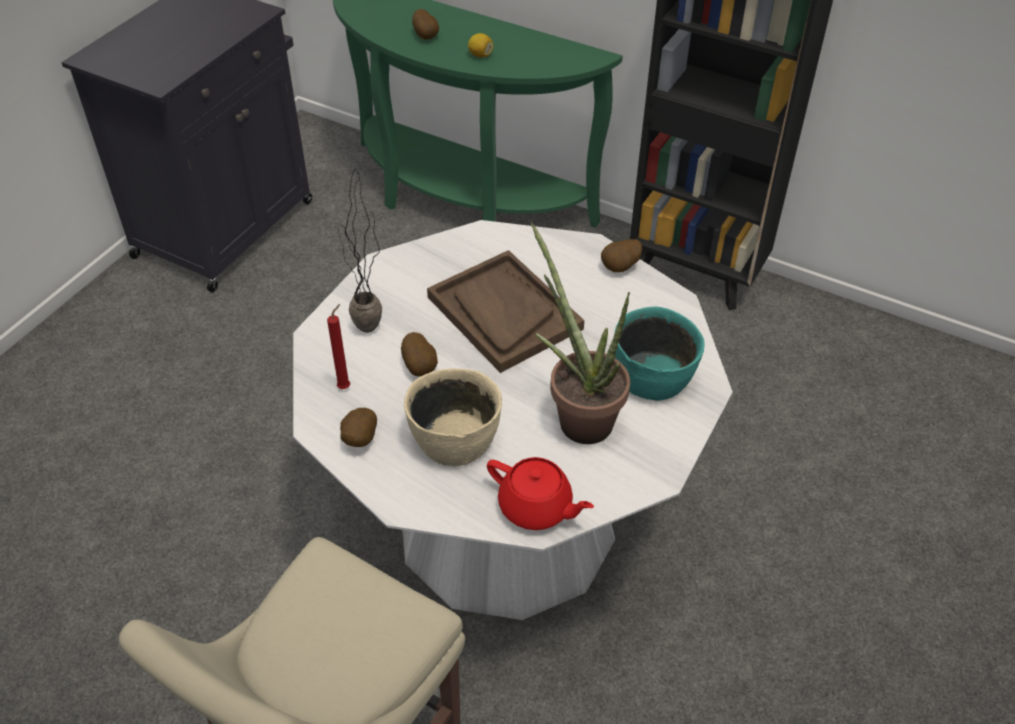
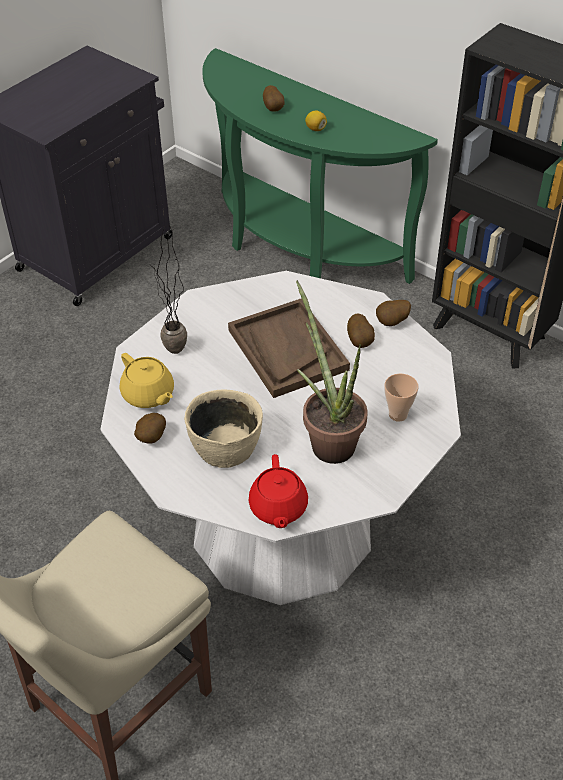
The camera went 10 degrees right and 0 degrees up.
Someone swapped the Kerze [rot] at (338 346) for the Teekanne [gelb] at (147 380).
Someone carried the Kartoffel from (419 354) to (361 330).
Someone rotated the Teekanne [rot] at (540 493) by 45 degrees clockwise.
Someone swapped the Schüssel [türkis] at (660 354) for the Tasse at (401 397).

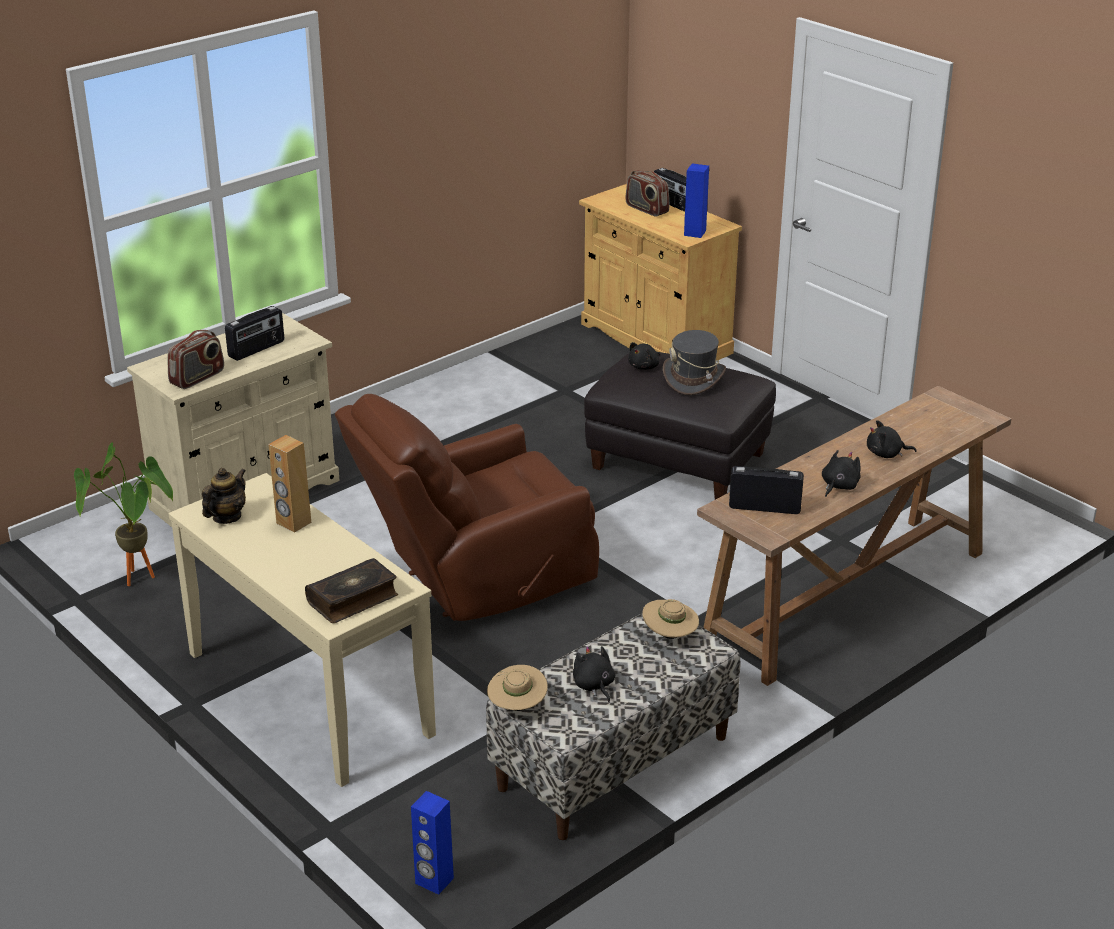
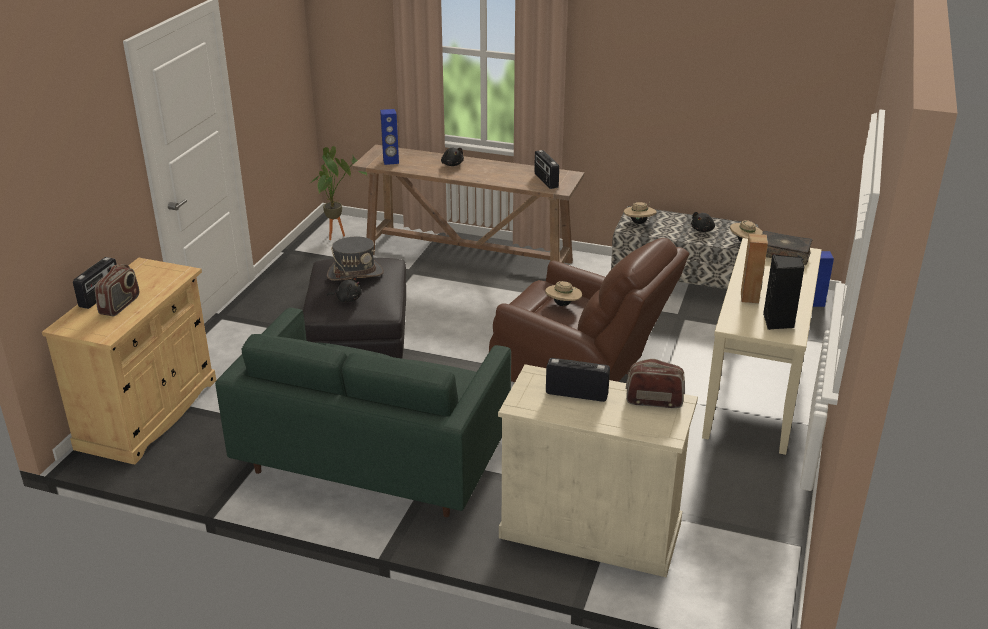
The camera went 120 degrees left and 0 degrees up.
Someone carried the Topfpflanze from (123 514) to (338 193).
Someone swapped the Teekanne at (224 496) for the Lautsprecher [schwarz] at (784 292).
Someone carried the Lautsprecher [blau] from (696 200) to (389 137).
Someone took away the Plüschtier [schwarz] at (841 473).
Someone put down the Sofa [grün] at (363 412).
Someone put down the Hut [beige] at (563 293).

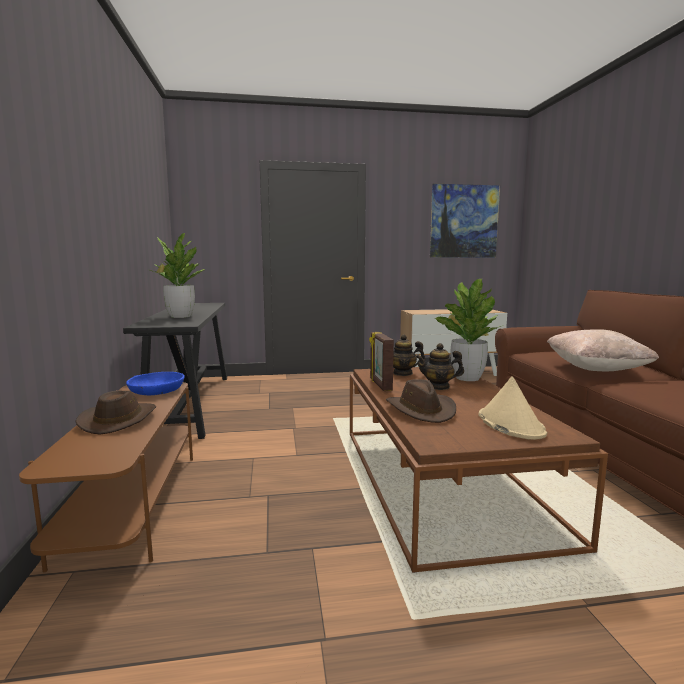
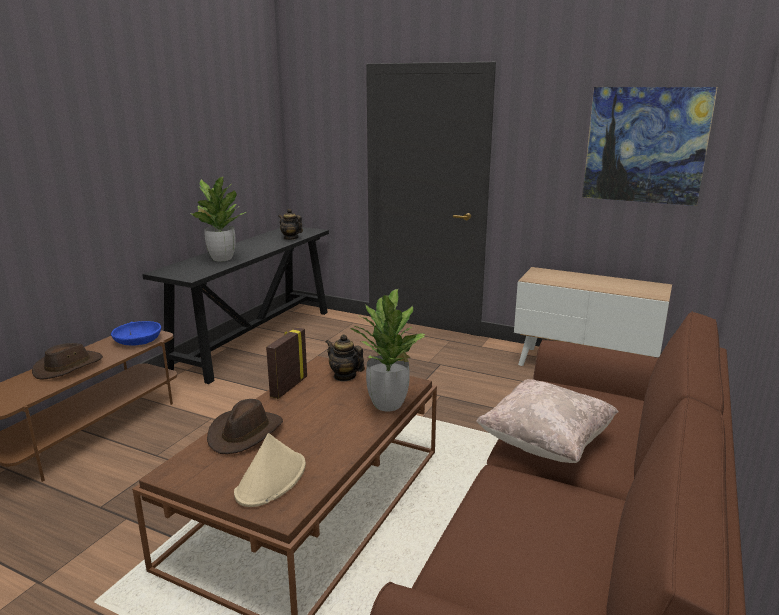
The camera went 35 degrees right and 10 degrees up.
Someone carried the Teekanne from (440 366) to (291 224).

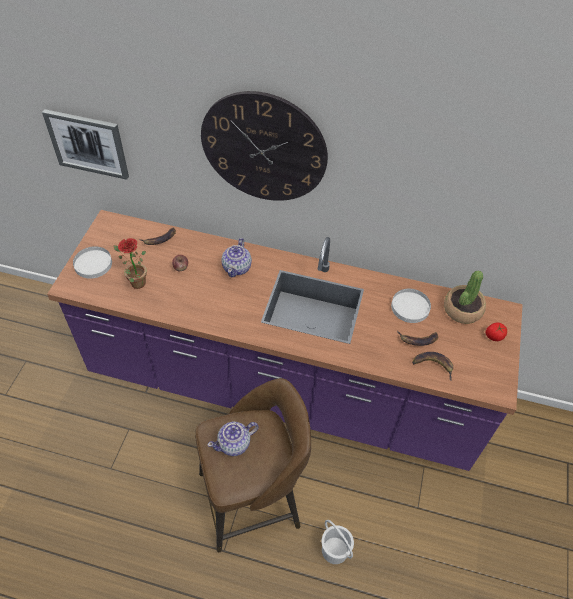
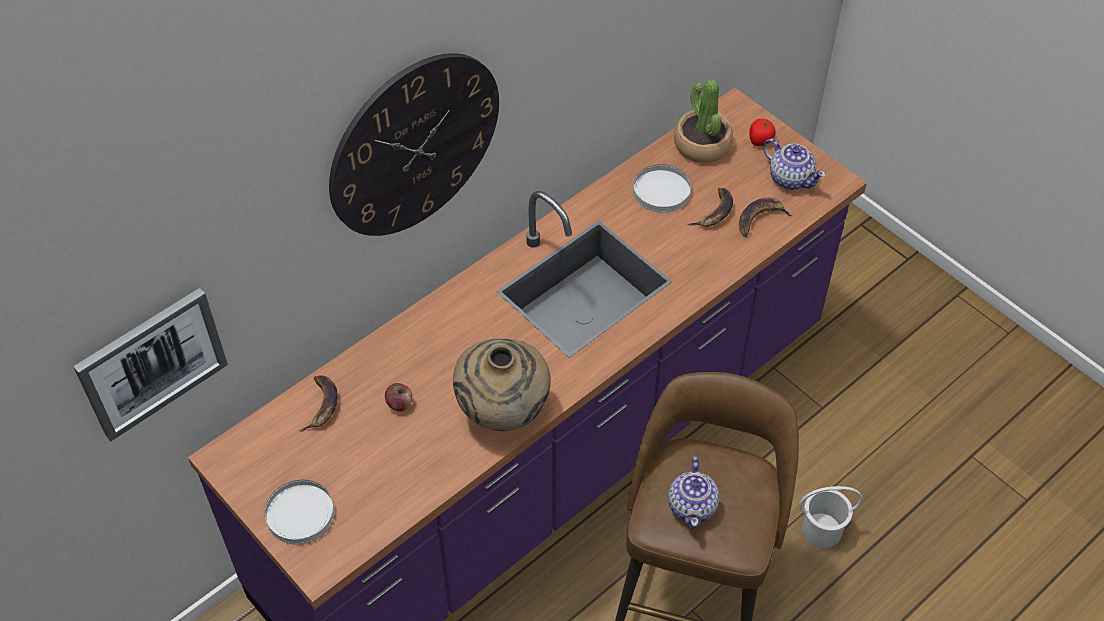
The camera went 55 degrees left and 0 degrees up.
Someone took away the Topfpflanze at (130 263).
Someone carried the Teekanne from (236 257) to (794 164).
Someone put down the Vase [beige] at (502 385).

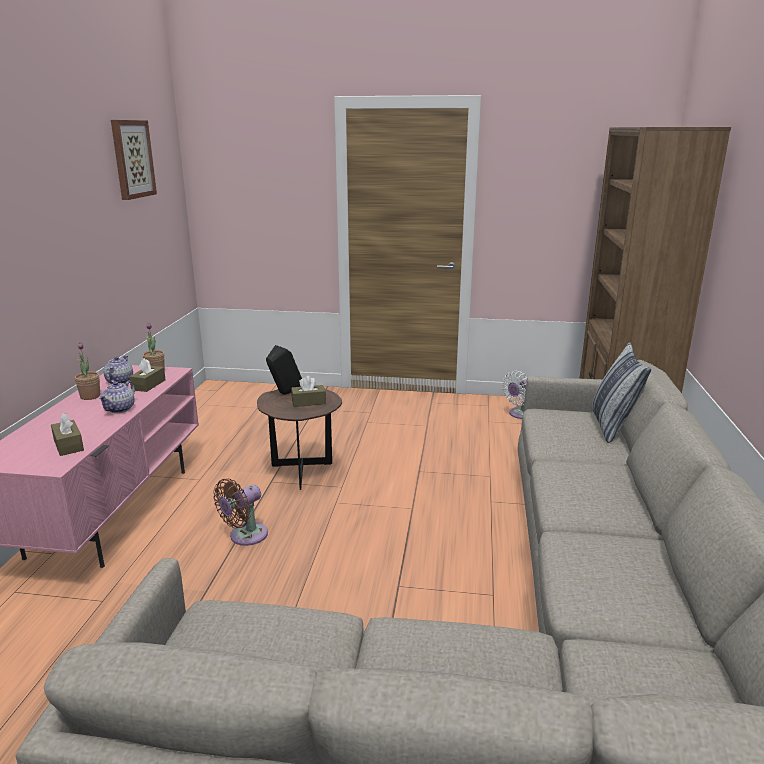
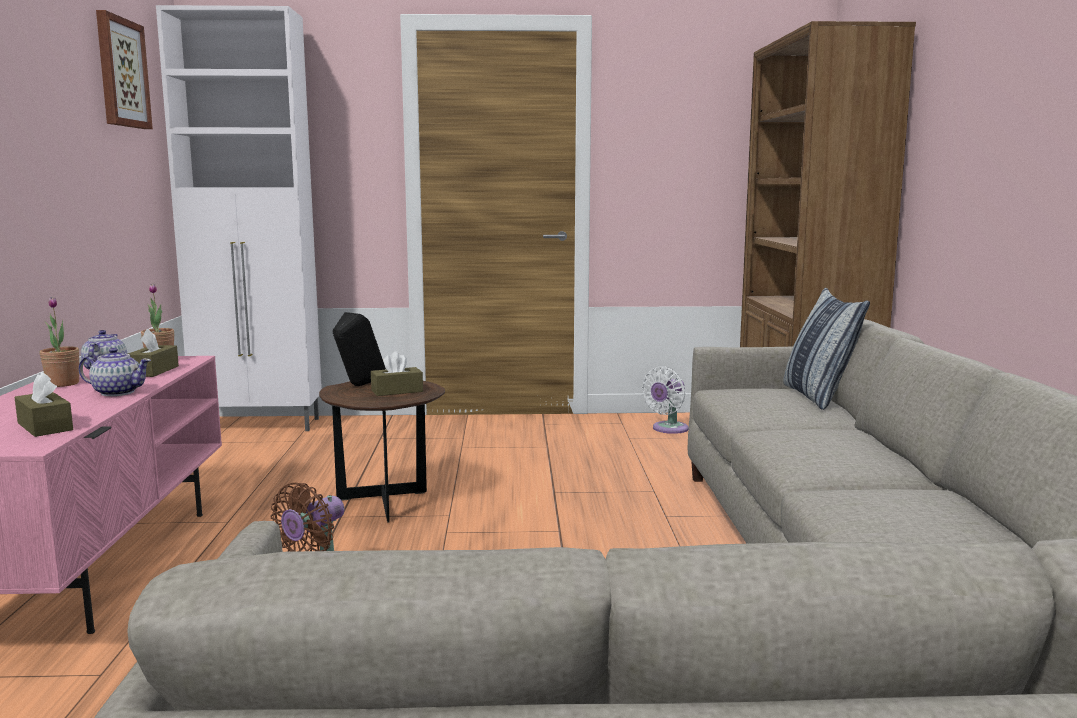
The camera went 10 degrees left and 10 degrees down.
Someone rotated the Teekanne at (116 396) by 90 degrees counterclockwise.
Someone put down the Schrank [weiß] at (239 218).

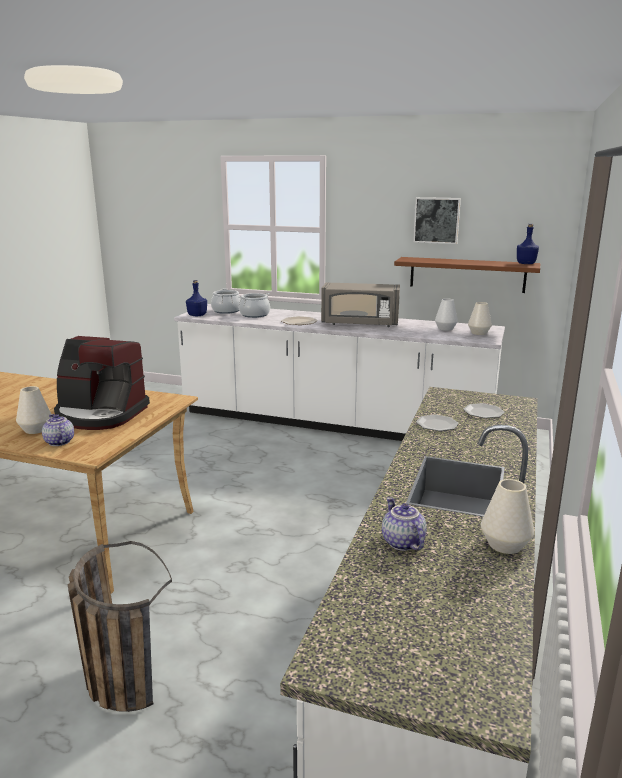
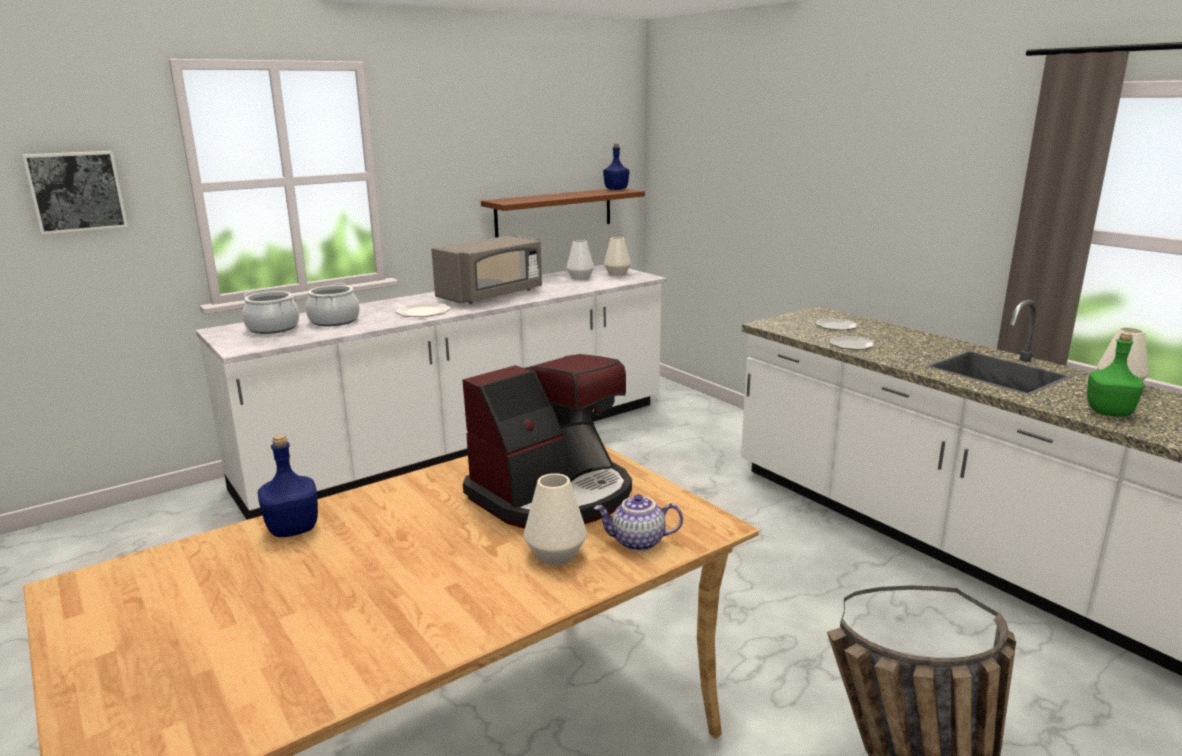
The camera went 55 degrees left and 0 degrees up.
Someone carried the Flasche [blau] from (196 298) to (288 486).
Someone swapped the Teekanne at (404 524) for the Flasche [grün] at (1115 375).
Someone carried the Bild from (437 220) to (75 192).

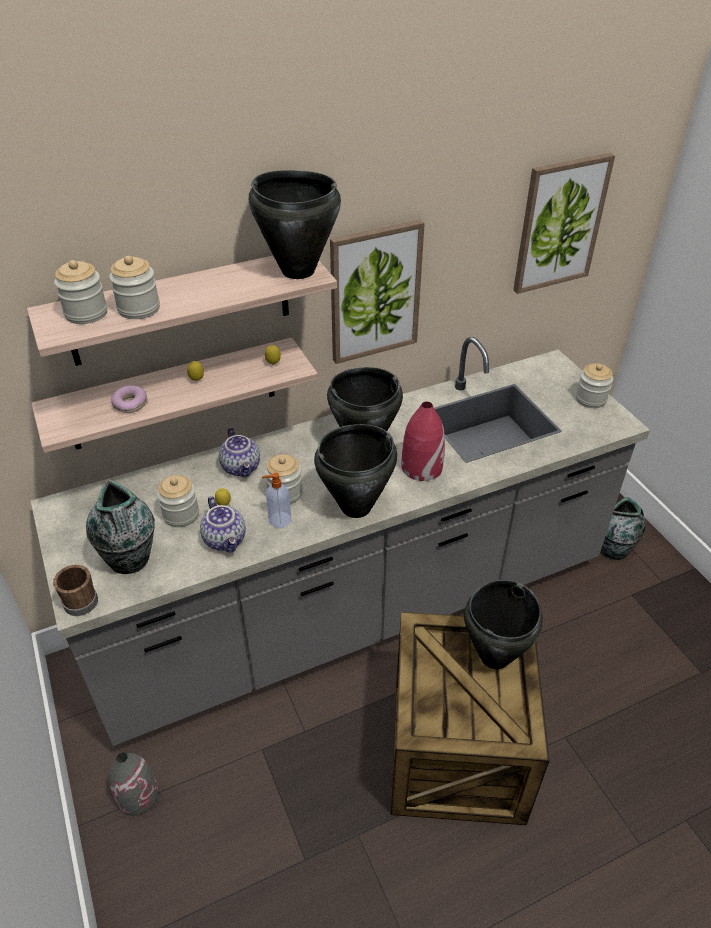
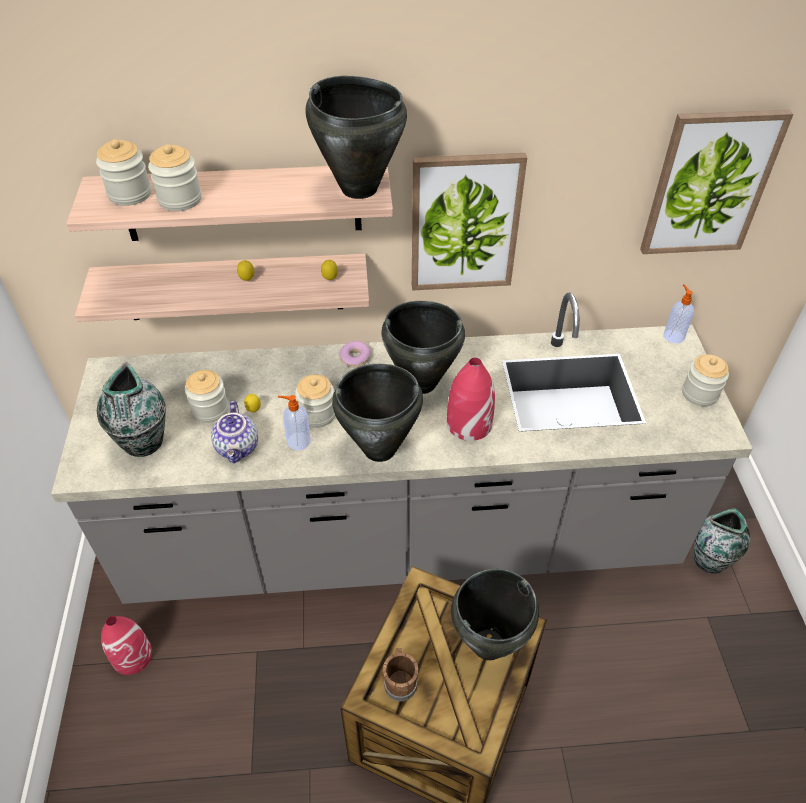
The camera went 20 degrees right and 5 degrees up.
Someone carried the Henkelbecher [braun] from (75 590) to (401 674).
Someone repainted the Vase [grau] at (134 784), which became the Vase [rot] at (126 645).
Someone carried the Donut from (129 399) to (355 354).
Someone took away the Teekanne at (239 452).
Someone put down the Seifenspender at (679 313).

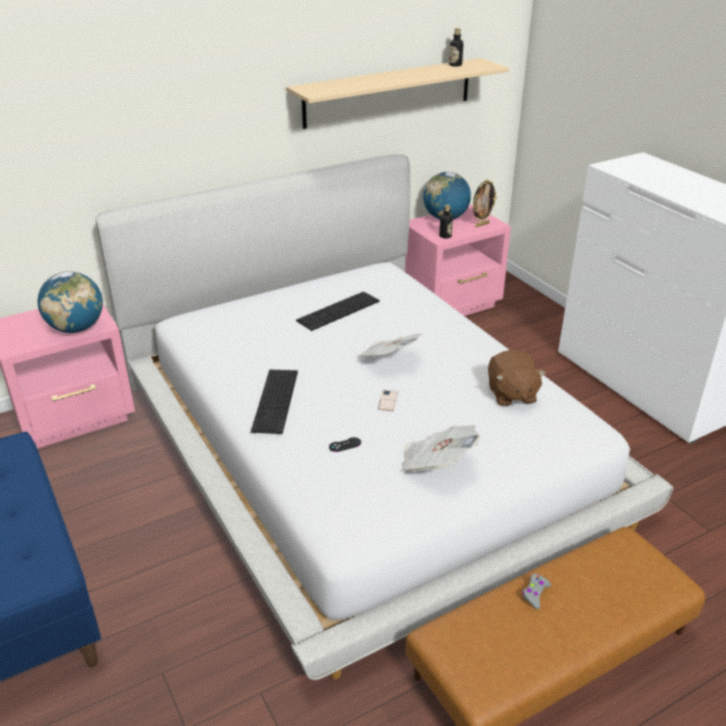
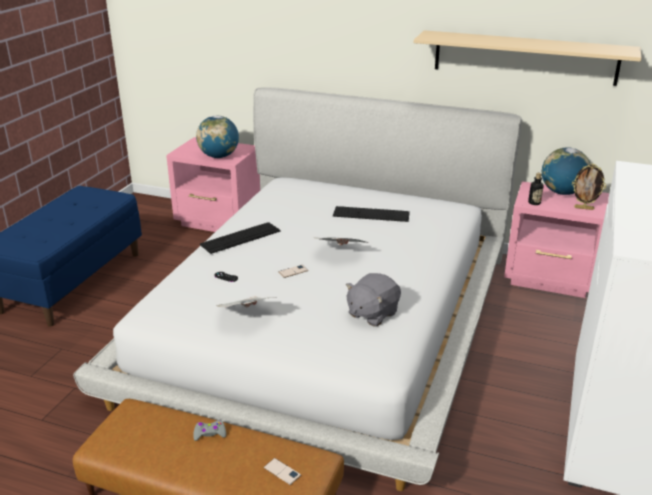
The camera went 50 degrees right and 5 degrees down.
Someone took away the Flasche at (456 47).
Someone repainted the Plüschtier [braun] at (517 378), which became the Plüschtier [grau] at (373 299).
Someone put down the Handy at (282 471).

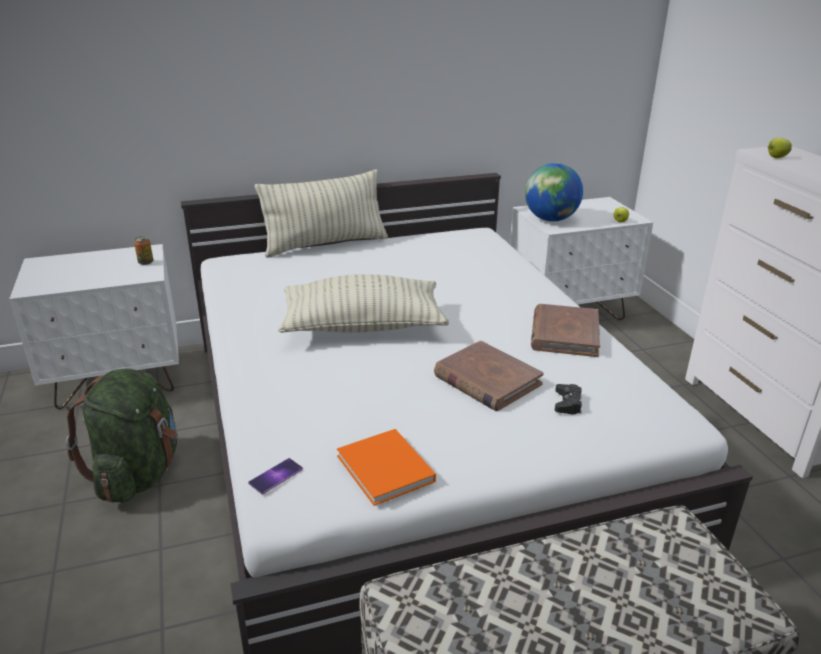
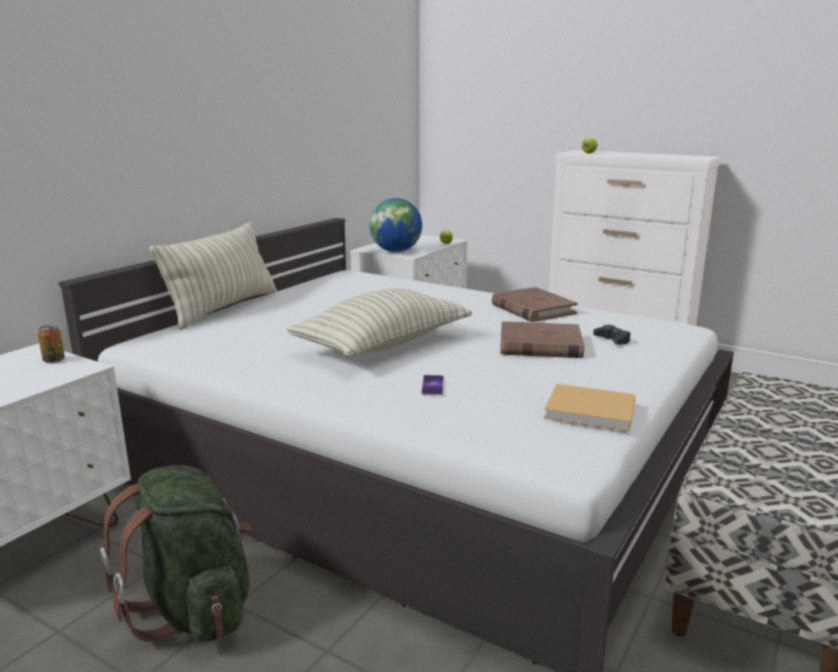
The camera went 40 degrees left and 10 degrees down.
Someone carried the Handy from (275 476) to (432 385).
Someone repainted the Buch [orange] at (386 467), which became the Buch [beige] at (590 407).

